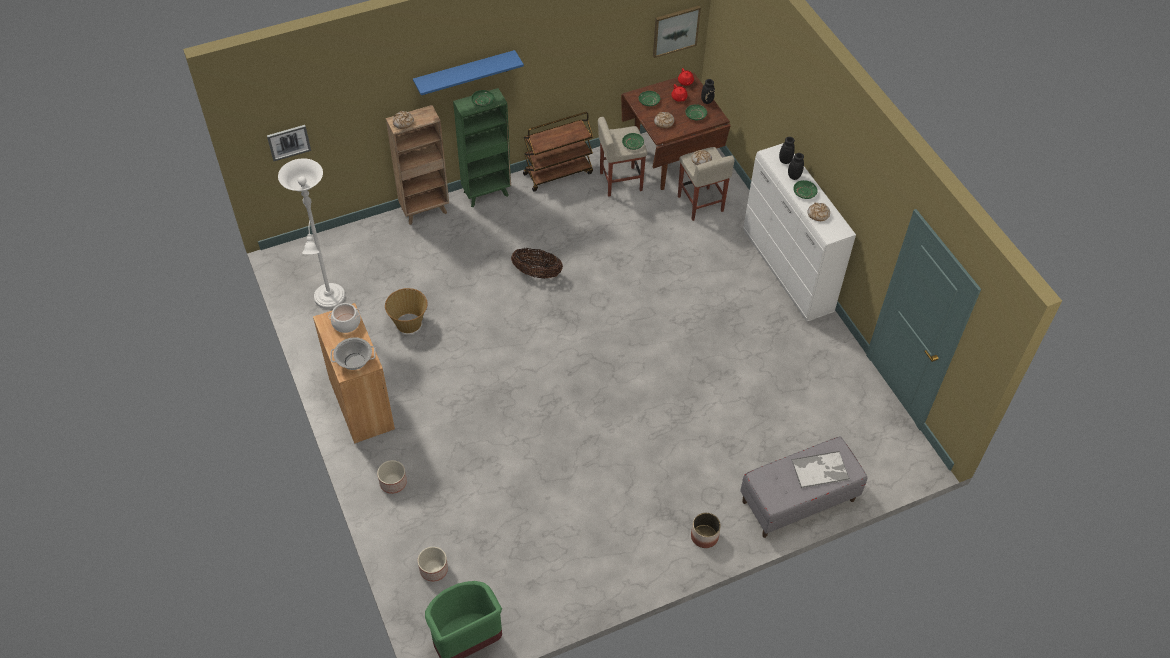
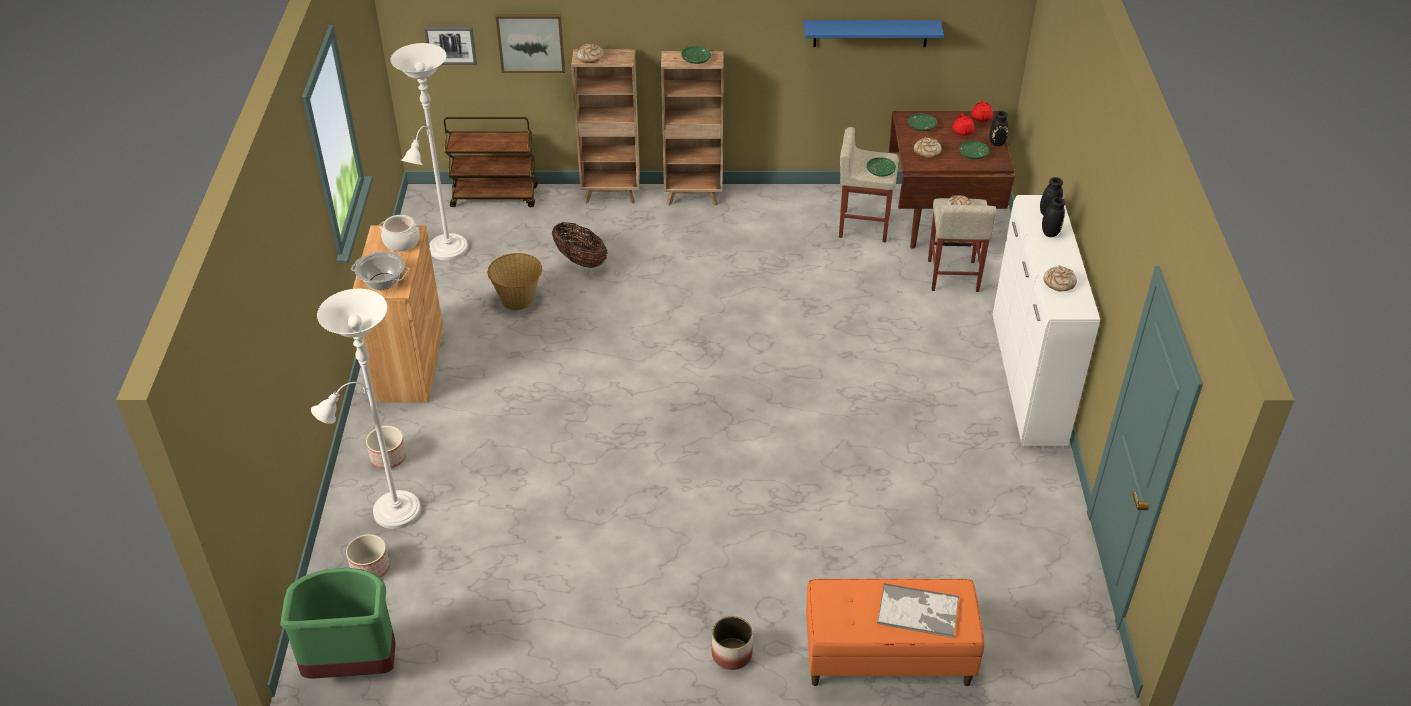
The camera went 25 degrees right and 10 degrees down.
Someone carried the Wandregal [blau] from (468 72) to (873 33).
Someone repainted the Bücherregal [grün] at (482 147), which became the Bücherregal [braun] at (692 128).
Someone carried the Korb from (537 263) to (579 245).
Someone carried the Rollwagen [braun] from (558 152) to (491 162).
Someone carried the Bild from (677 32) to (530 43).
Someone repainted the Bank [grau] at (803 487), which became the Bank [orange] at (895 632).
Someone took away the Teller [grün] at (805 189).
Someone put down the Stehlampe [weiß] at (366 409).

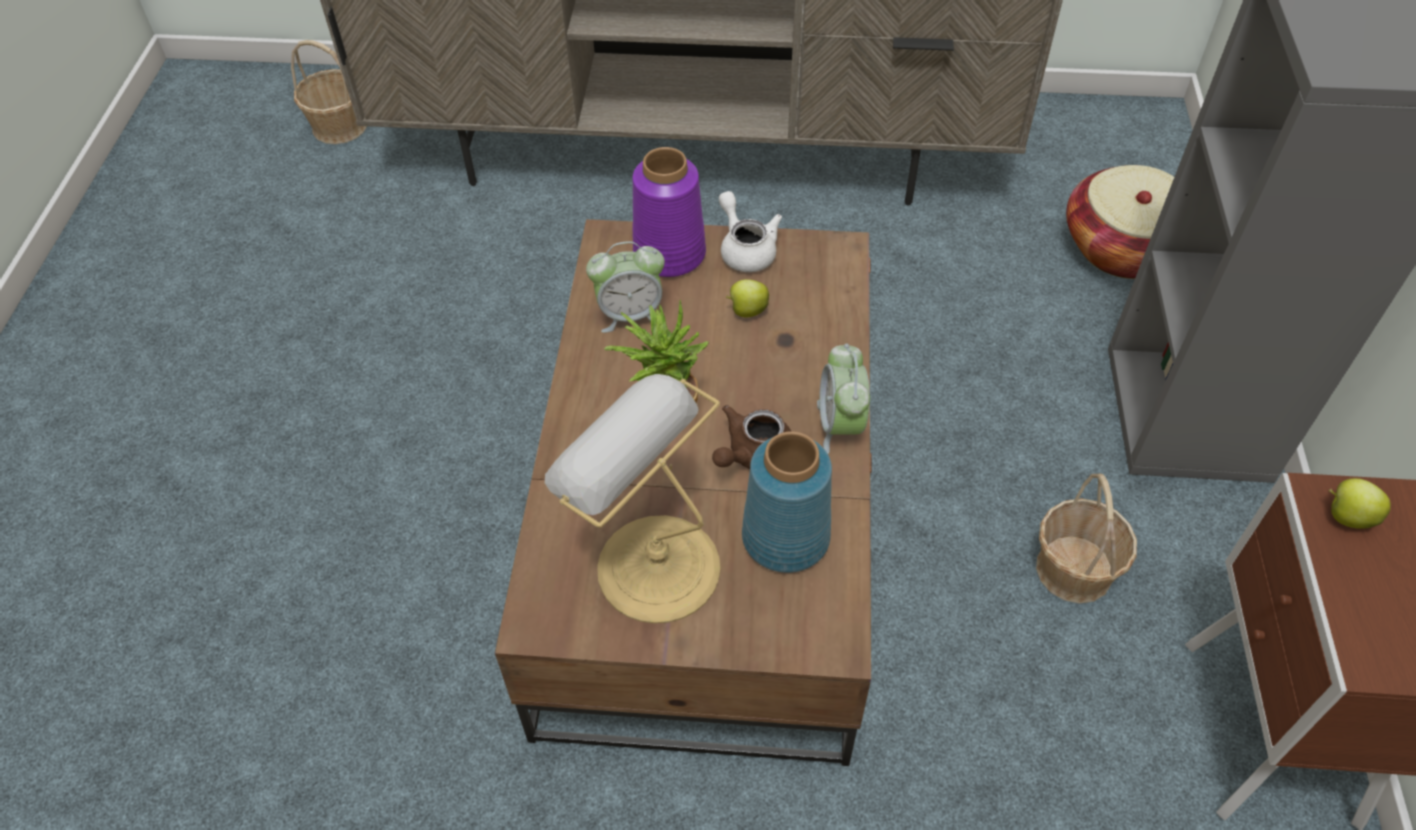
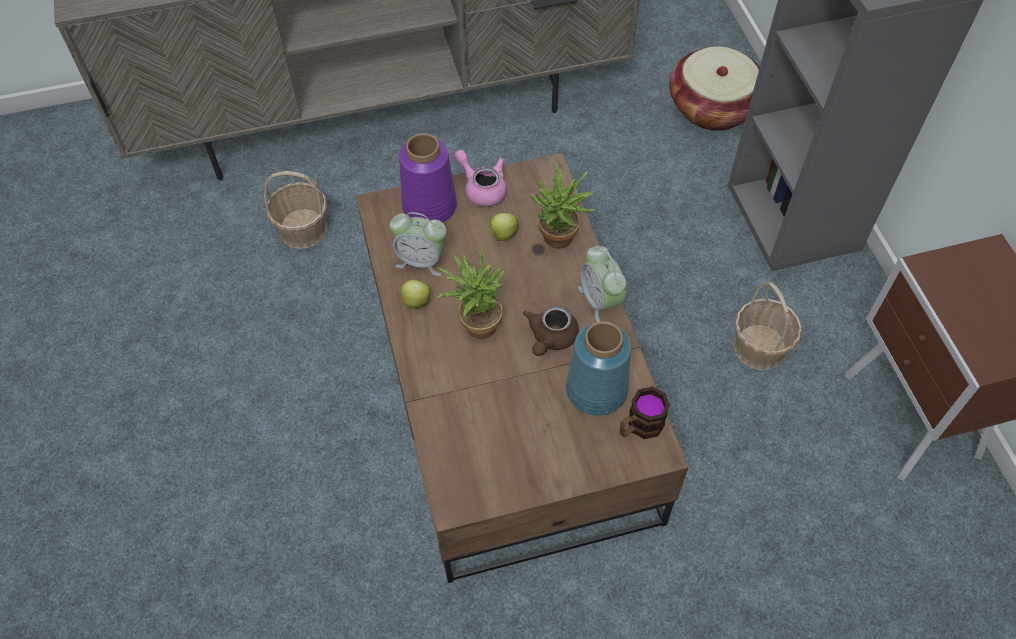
The camera went 20 degrees left and 5 degrees up.
Someone carried the Korb from (329 92) to (295 210).
Someone took away the Tischlampe at (632 499).
Someone rotated the Wecker at (625 287) by 45 degrees clockwise.
Someone repainted the Teekanne [weiß] at (750 231), which became the Teekanne [rosa] at (480 178).
Someone carried the Apfel from (1359 503) to (415 294).
Someone put down the Topfpflanze at (562 206).
Someone put down the Henkelbecher at (644 412).

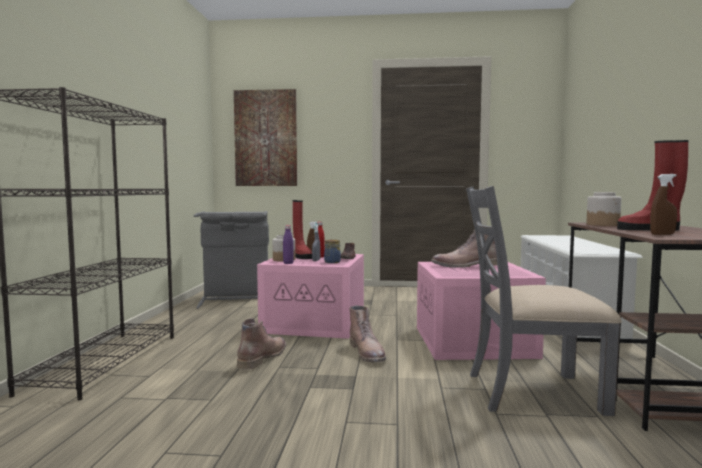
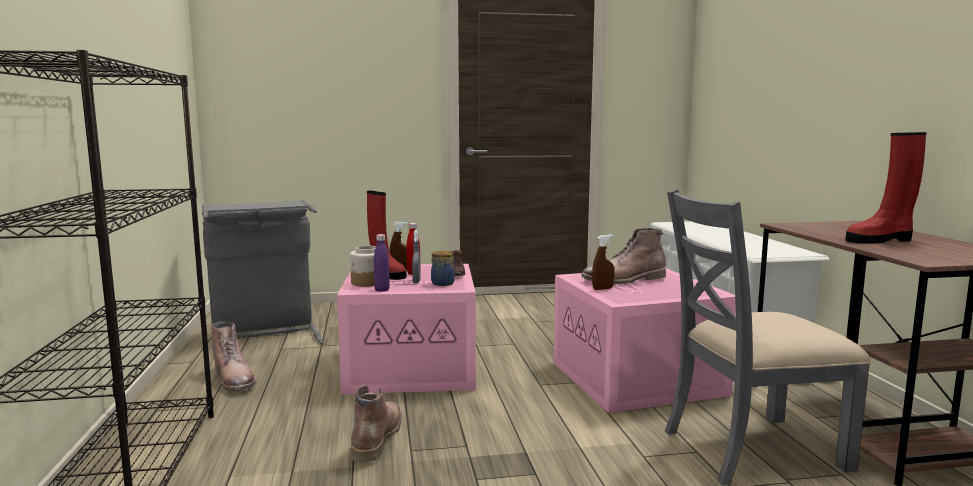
The camera went 15 degrees left and 5 degrees up.
Someone took away the Bild at (265 137).
Someone carried the Stiefel [braun] from (367 333) to (233 356).
Someone took away the Vorratsglas at (603 209).
Someone carried the Sprühflasche [braun] from (663 204) to (603 262).

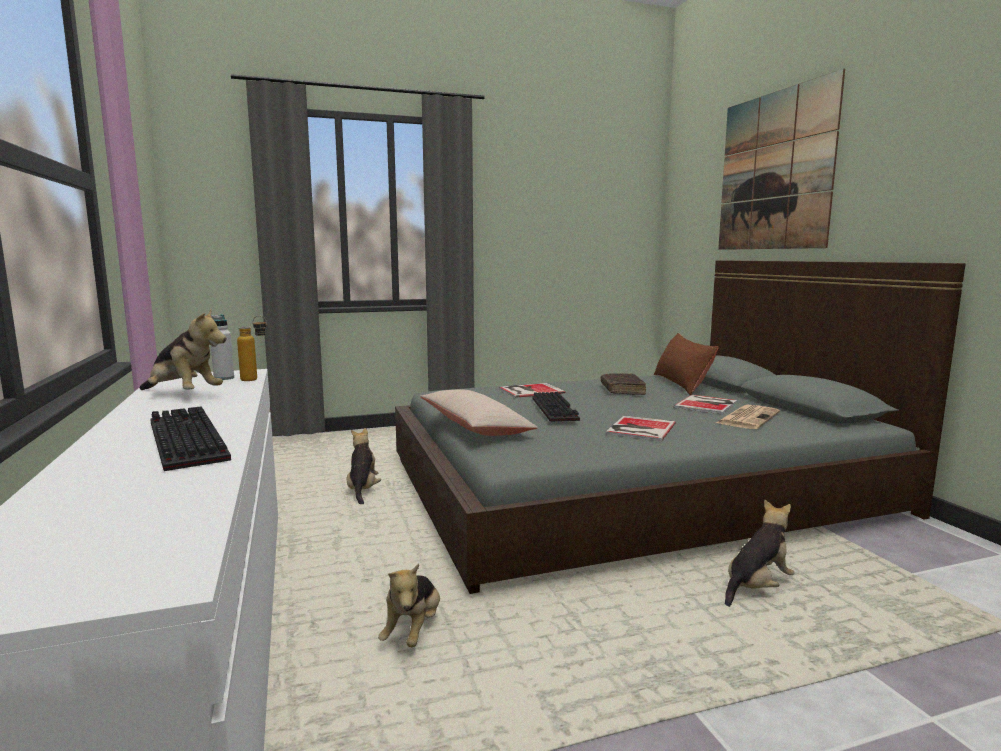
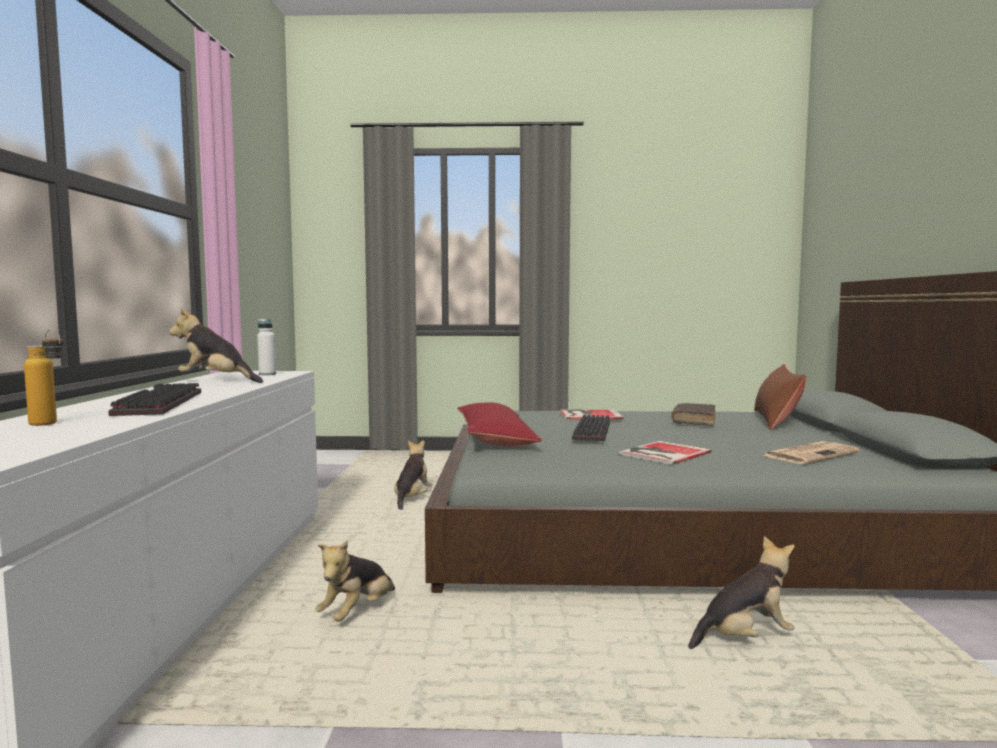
The camera went 20 degrees right and 5 degrees down.
Someone rotated the Plüschtier at (183 349) by 150 degrees clockwise.
Someone carried the Flasche from (252 348) to (44 377).
Someone repainted the Kissen [beige] at (479 412), which became the Kissen [rot] at (499 424).
Someone took away the Buch at (705 404).
Someone took away the Bild at (781 159).

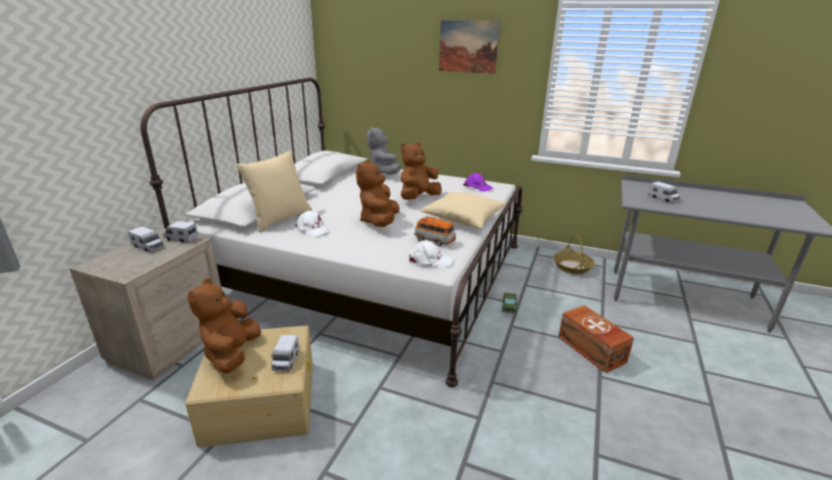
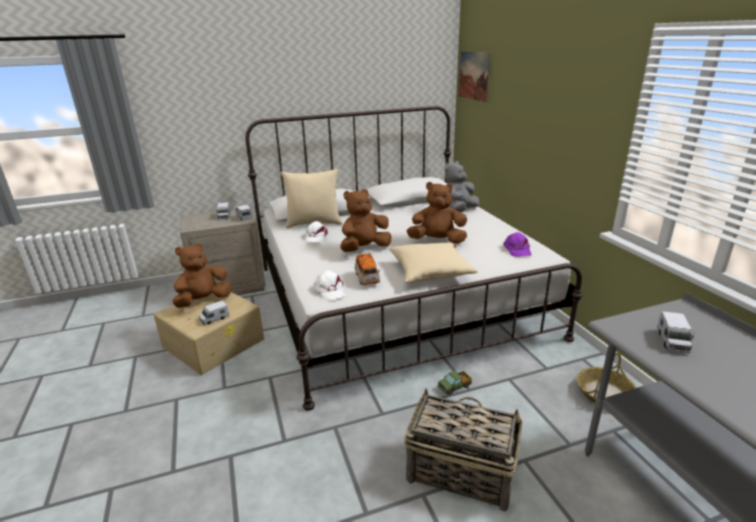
The camera went 50 degrees right and 0 degrees up.
Someone carried the Bild from (469 47) to (475 76).
Someone swapped the Aufbewahrungsbox [braun] at (596 339) for the Korb at (463 450).

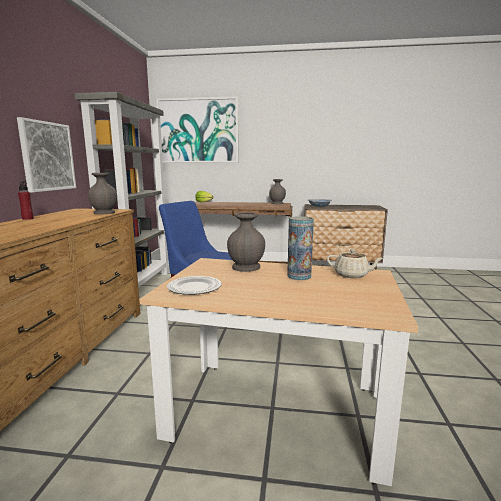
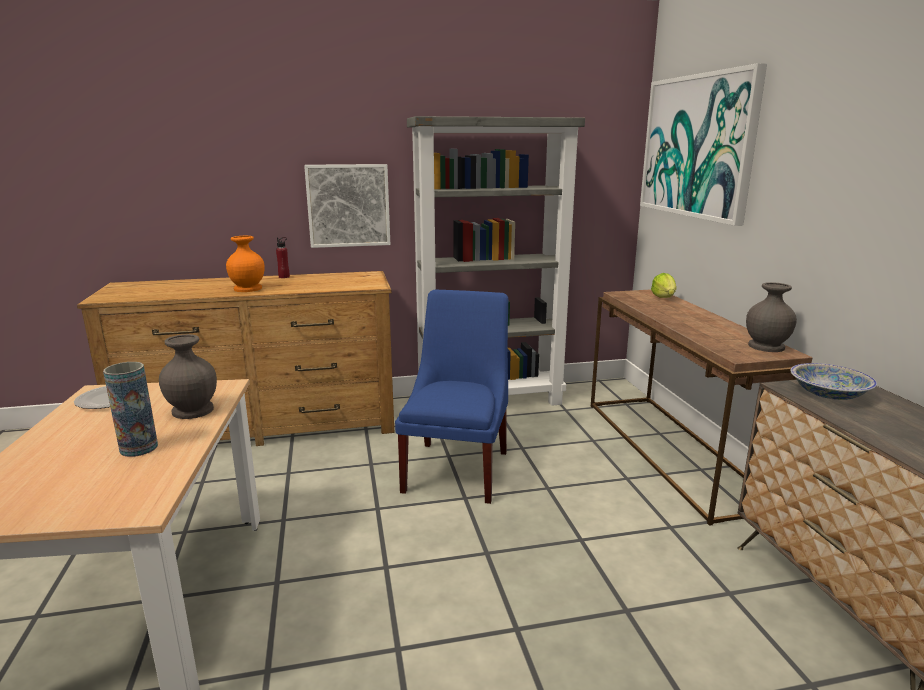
The camera went 70 degrees right and 5 degrees up.
Someone took away the Vase [grau] at (102 193).
Someone took away the Teekanne [beige] at (355 263).
Someone put down the Vase [orange] at (245 264).

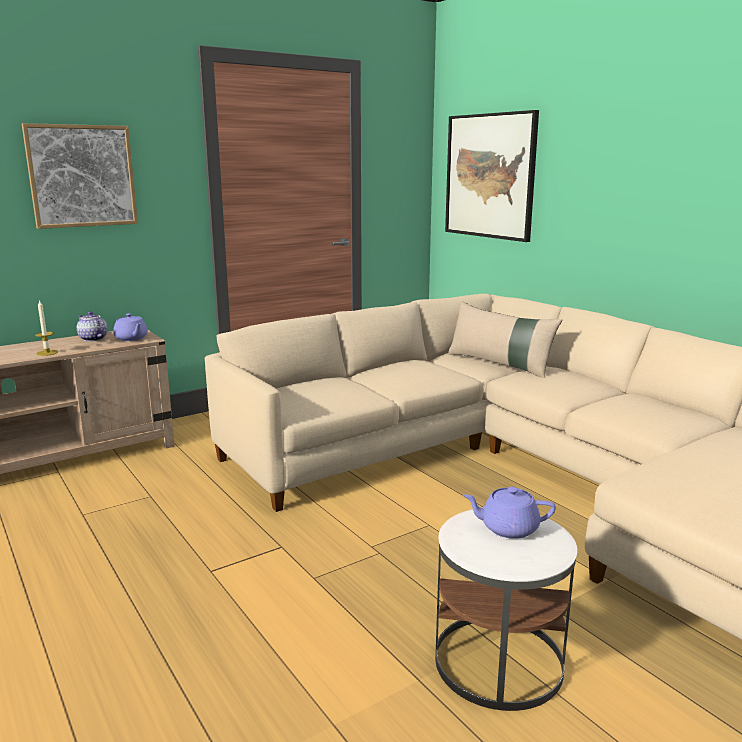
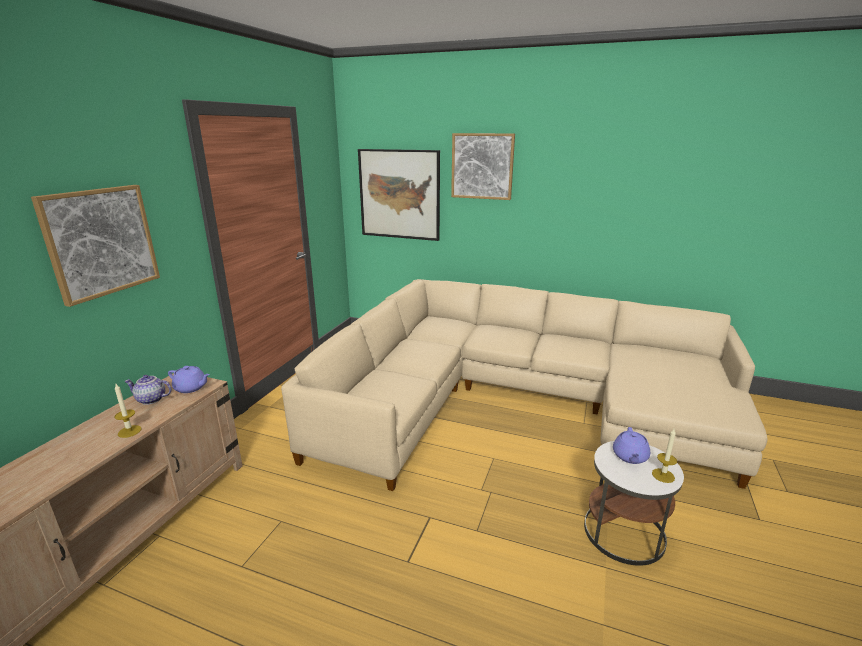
The camera went 35 degrees left and 5 degrees up.
Someone took away the Kissen [beige] at (505 339).
Someone rotated the Teekanne [lila] at (509 513) by 45 degrees counterclockwise.
Someone put up the Bild at (483 166).
Someone put down the Kerze at (664 456).

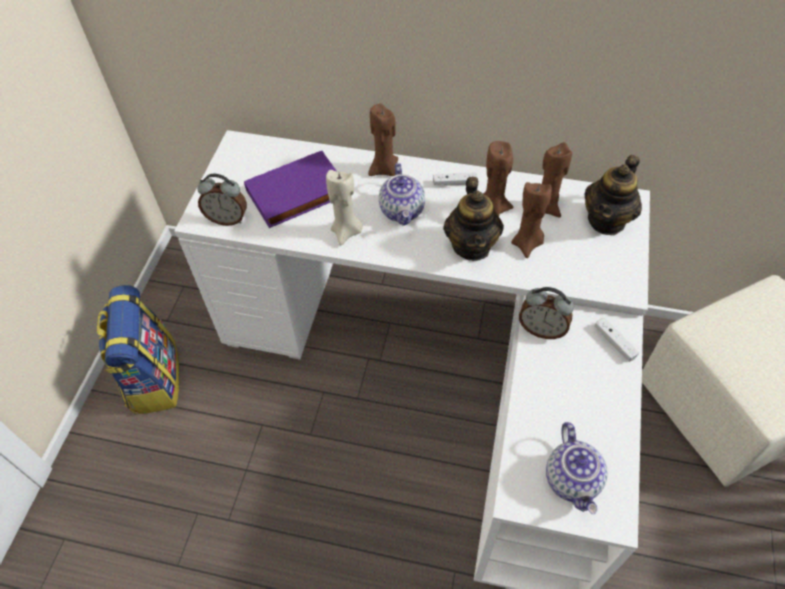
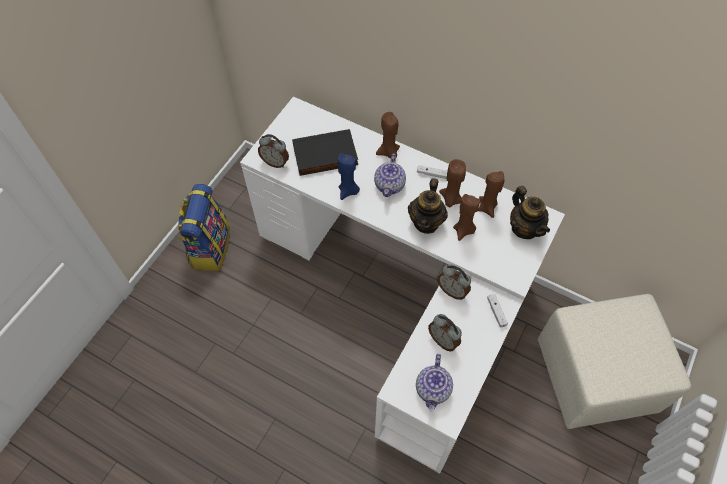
The camera went 15 degrees right and 5 degrees up.
Someone repainted the Buch [lila] at (290 189), which became the Buch [schwarz] at (325 152).
Someone repainted the Kerze [beige] at (344 207), which became the Kerze [blau] at (349 176).
Someone rotated the Teekanne at (613 195) by 75 degrees counterclockwise.
Someone put down the Wecker at (445 333).

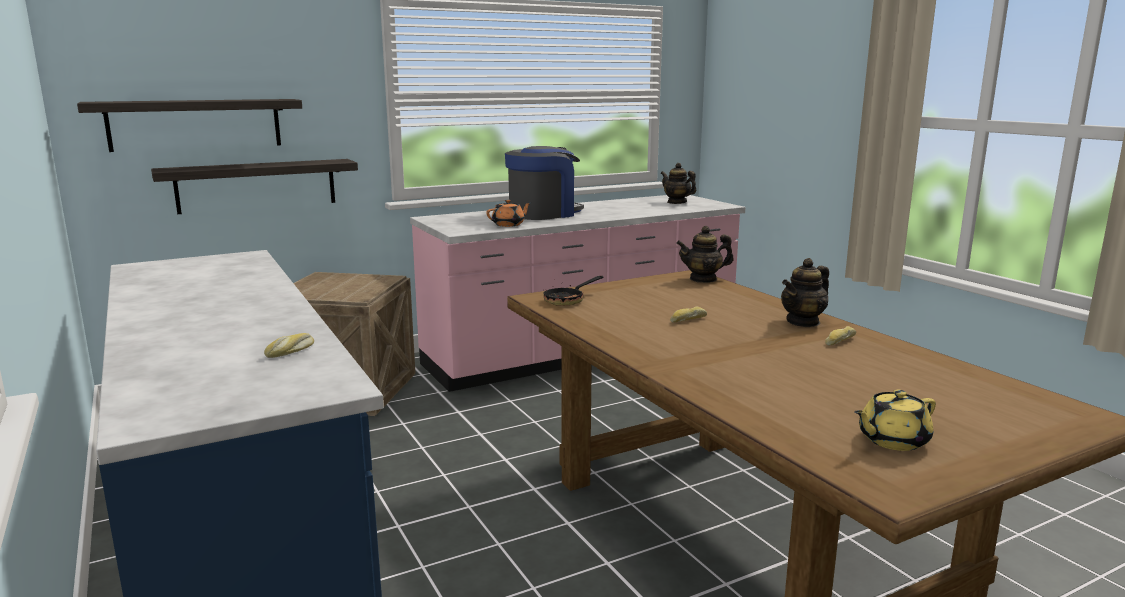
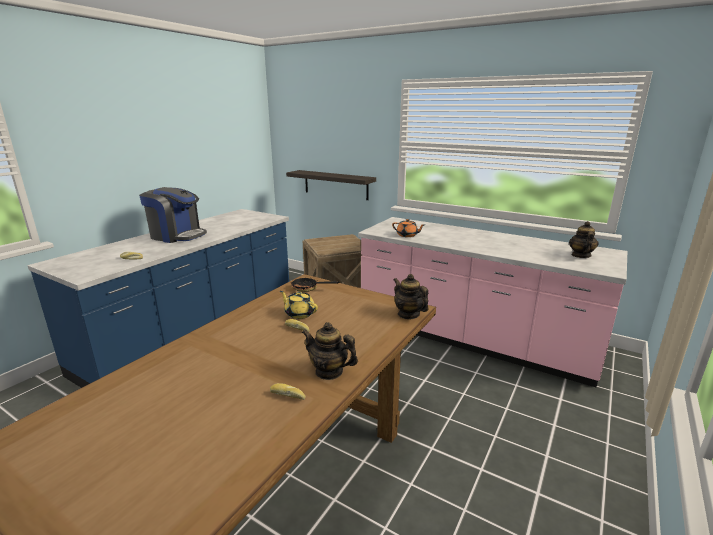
The camera went 60 degrees right and 5 degrees up.
Someone took away the Wandregal at (189 125).
Someone carried the Kaffeemaschine from (544 183) to (173 215).
Someone carried the Teekanne [gelb] from (895 420) to (299 305).

